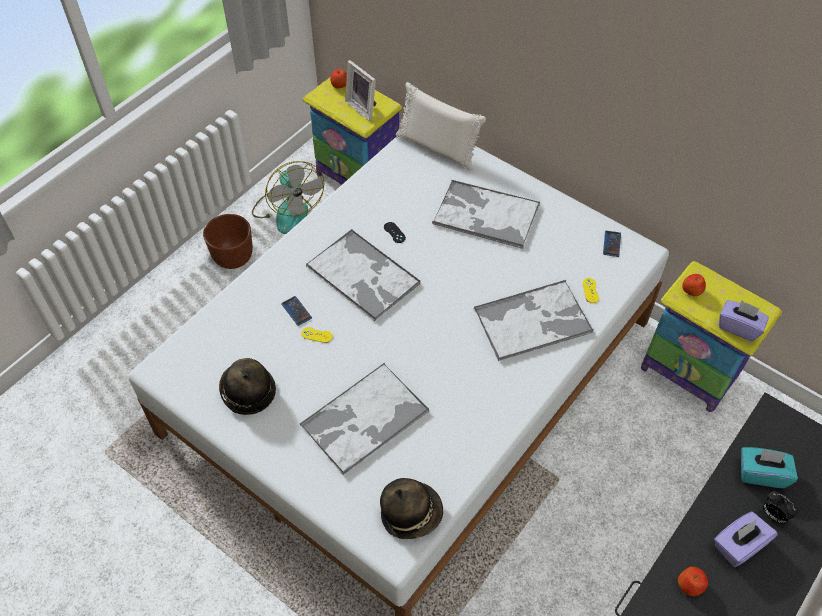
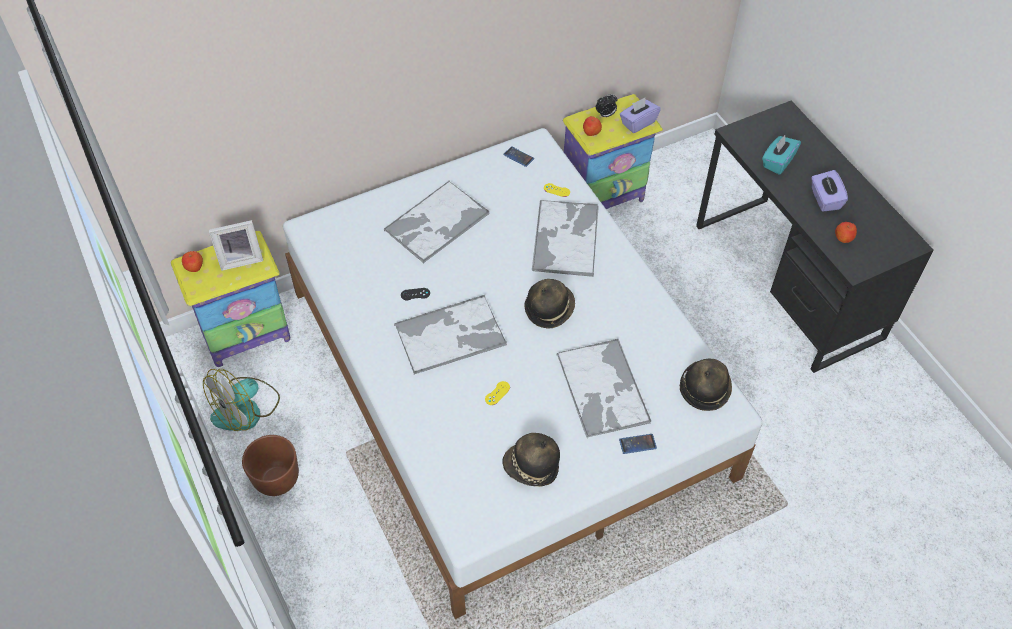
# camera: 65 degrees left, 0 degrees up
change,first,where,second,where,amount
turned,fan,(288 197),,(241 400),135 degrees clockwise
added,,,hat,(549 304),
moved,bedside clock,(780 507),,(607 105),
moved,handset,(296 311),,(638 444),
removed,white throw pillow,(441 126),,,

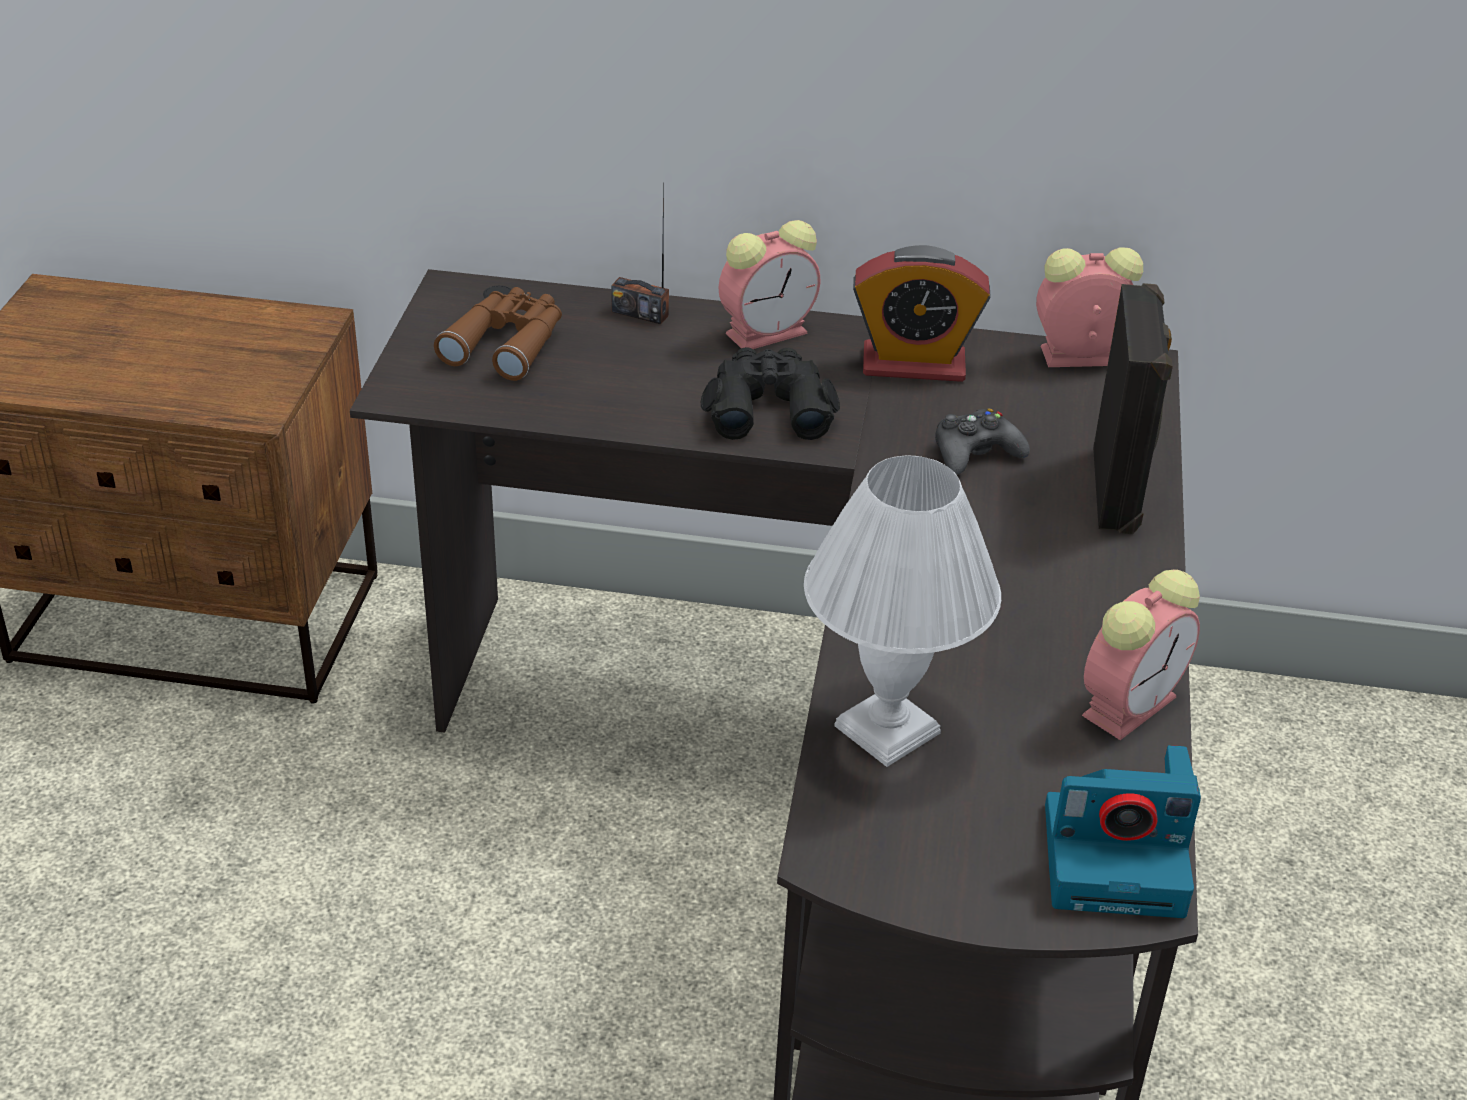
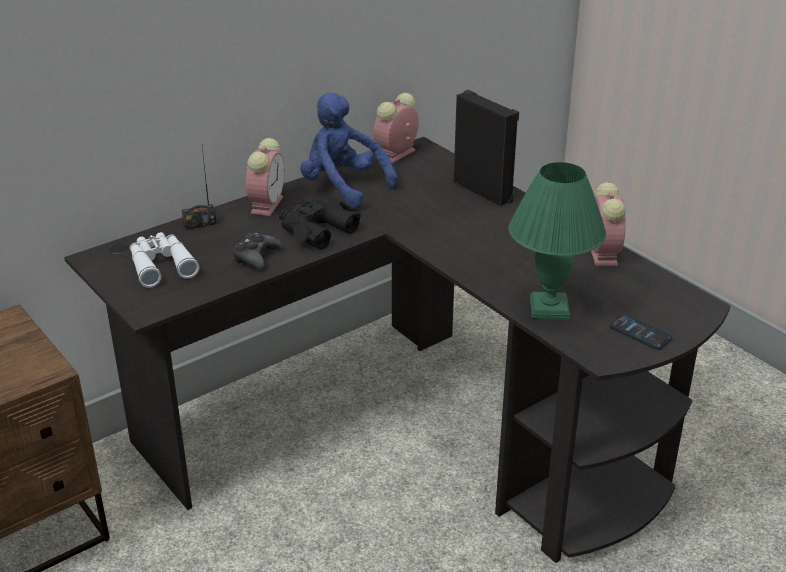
# camera: 45 degrees left, 5 degrees down
change,first,where,second,where,amount
recoloured,brownish pair of binoculars,(498 334),white pair of binoculars,(164 260),
moved,black joypad,(982 441),,(257 251),
replaced,bedside clock,(922 313),bluish cuddly toy,(349 150),
recoloured,white tabletop lamp,(902 611),greenish tabletop lamp,(557 241),
added,,,handset,(640 332),
removed,still camera,(1123 831),,,

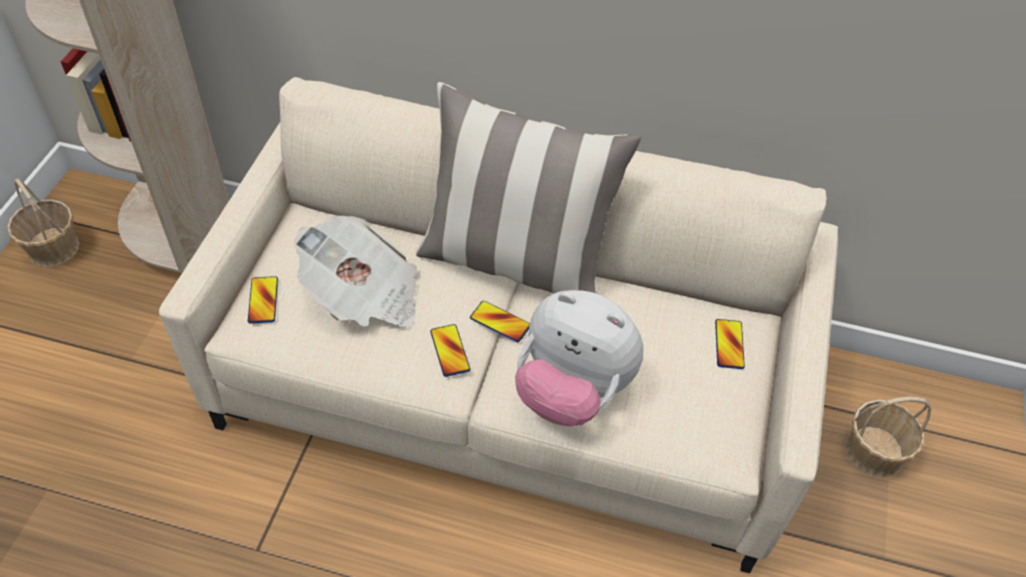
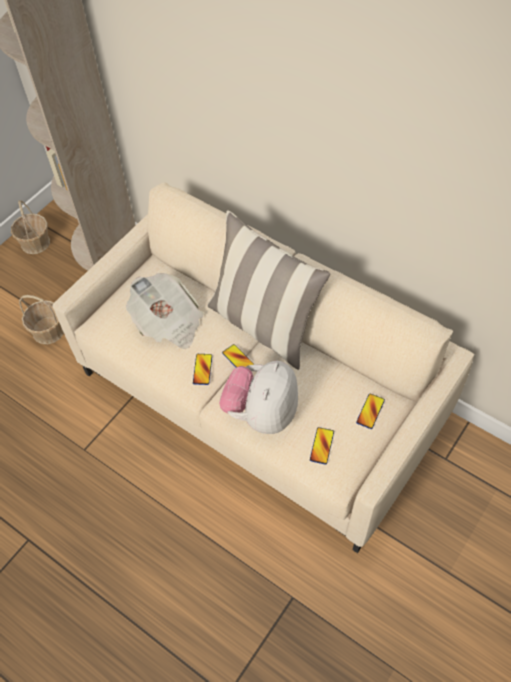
# camera: 25 degrees right, 5 degrees up
change,first,where,second,where,amount
moved,household basket,(889 436),,(41 319),
turned,cuddly toy,(579 358),,(258 397),60 degrees clockwise
moved,handset,(263 300),,(322 446),

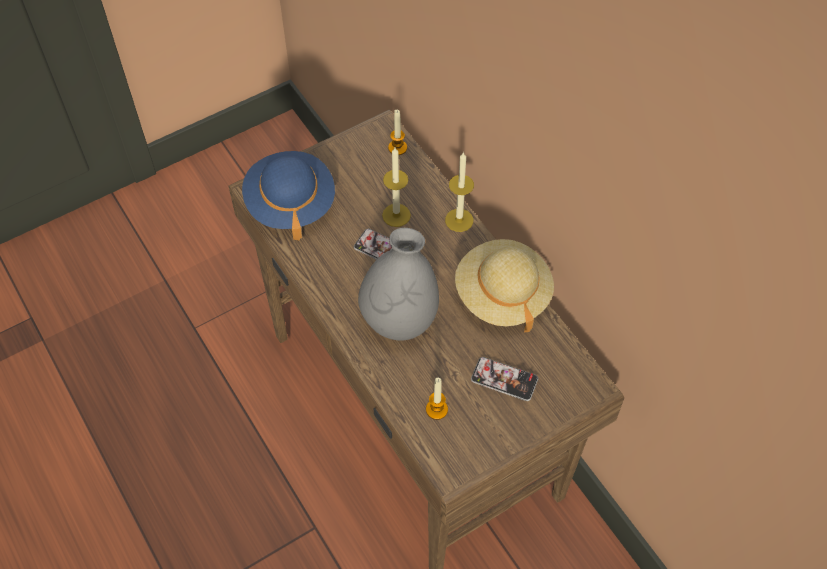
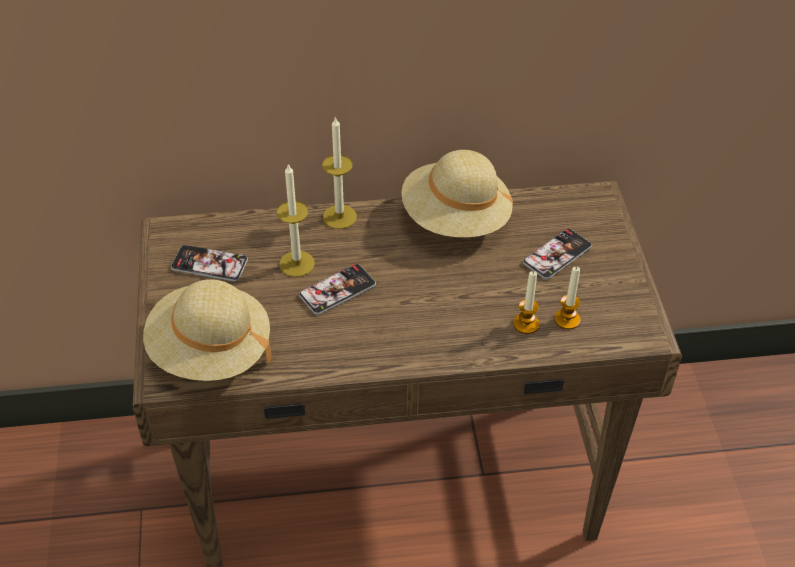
# camera: 65 degrees left, 10 degrees down
change,first,where,second,where,amount
recoloured,bluish hat,(288 195),beige hat,(207 330),
added,,,handset,(209 263),
moved,wax light,(397 132),,(526 302),
removed,gray vase,(398 284),,,

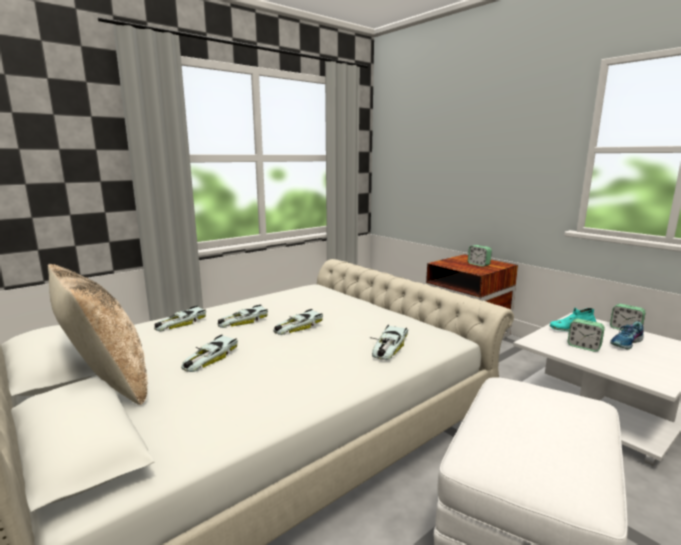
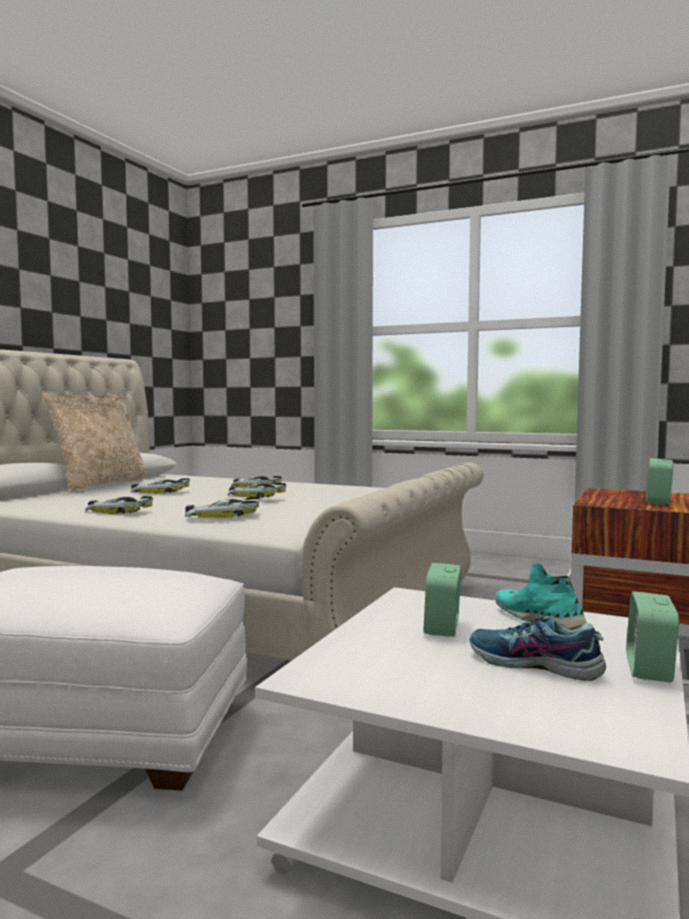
# camera: 65 degrees right, 10 degrees down
change,first,where,second,where,amount
moved,miniature car,(180 318),,(119 505),

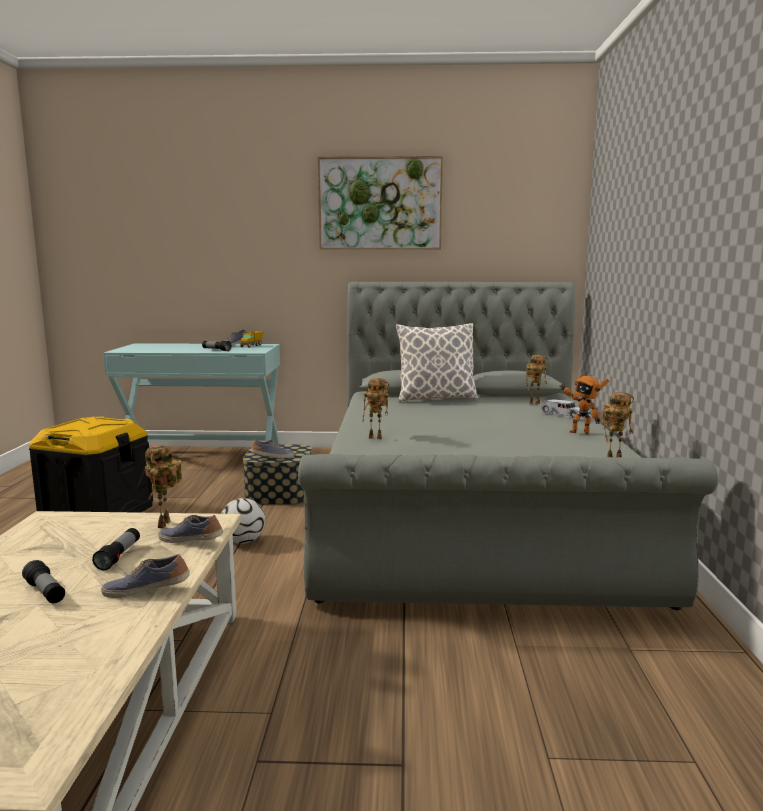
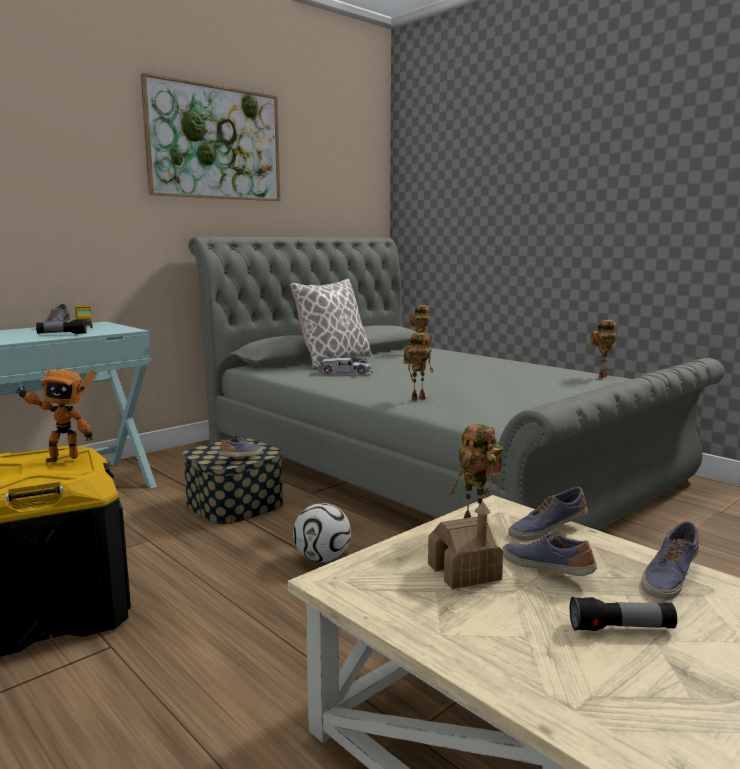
# camera: 45 degrees left, 0 degrees up
change,first,where,second,where,amount
moved,toy robot,(584 403),,(56 414),
moved,white miniature car,(566 409),,(346 367),
added,,,toy house,(465 545),
replaced,torch,(116 549),low shoe,(549 554),

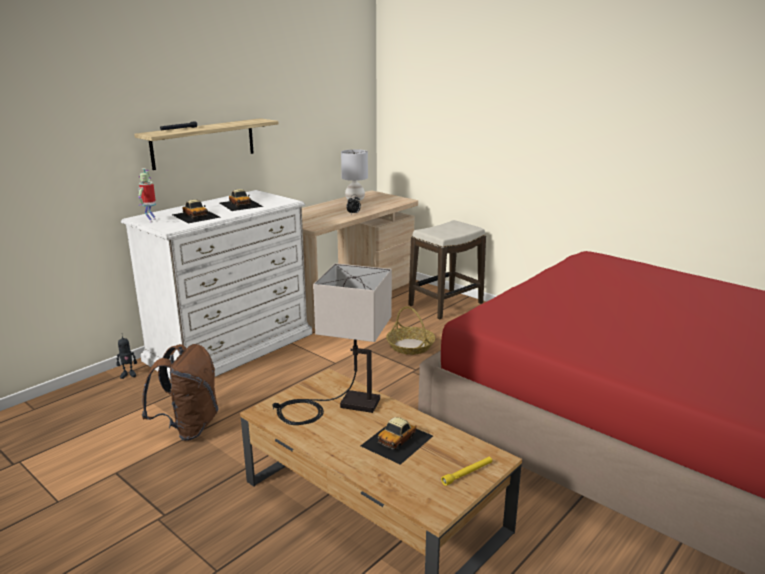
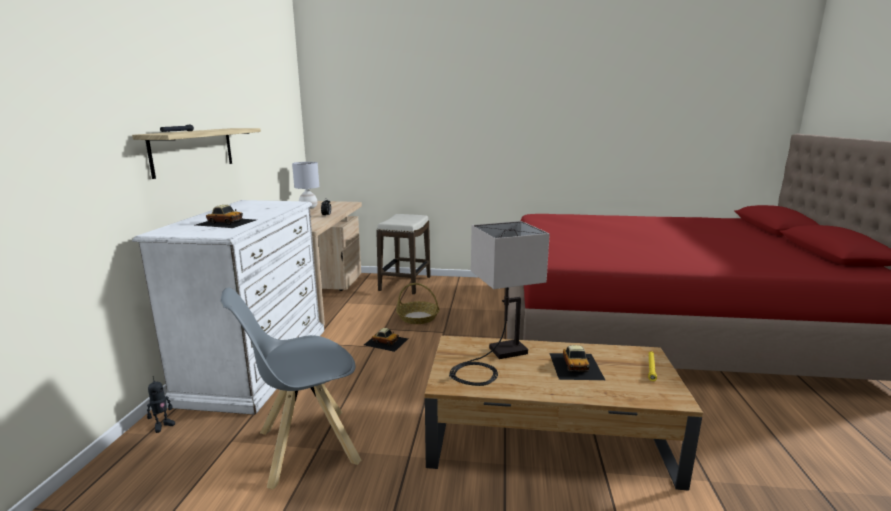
# camera: 35 degrees left, 5 degrees down
change,first,where,second,where,amount
replaced,brownish knapsack,(180 392),gray plain chair,(291 389),
moved,miniature car,(241 200),,(386 340),
removed,toy robot,(147 195),,,

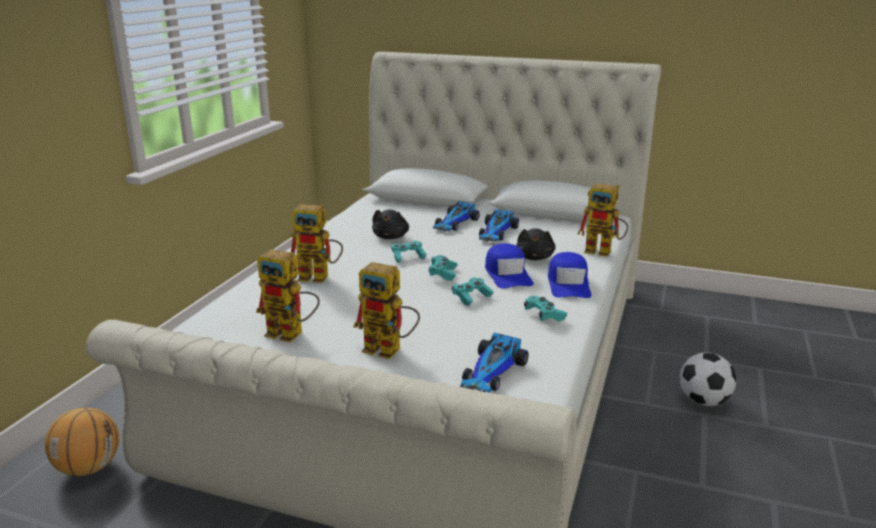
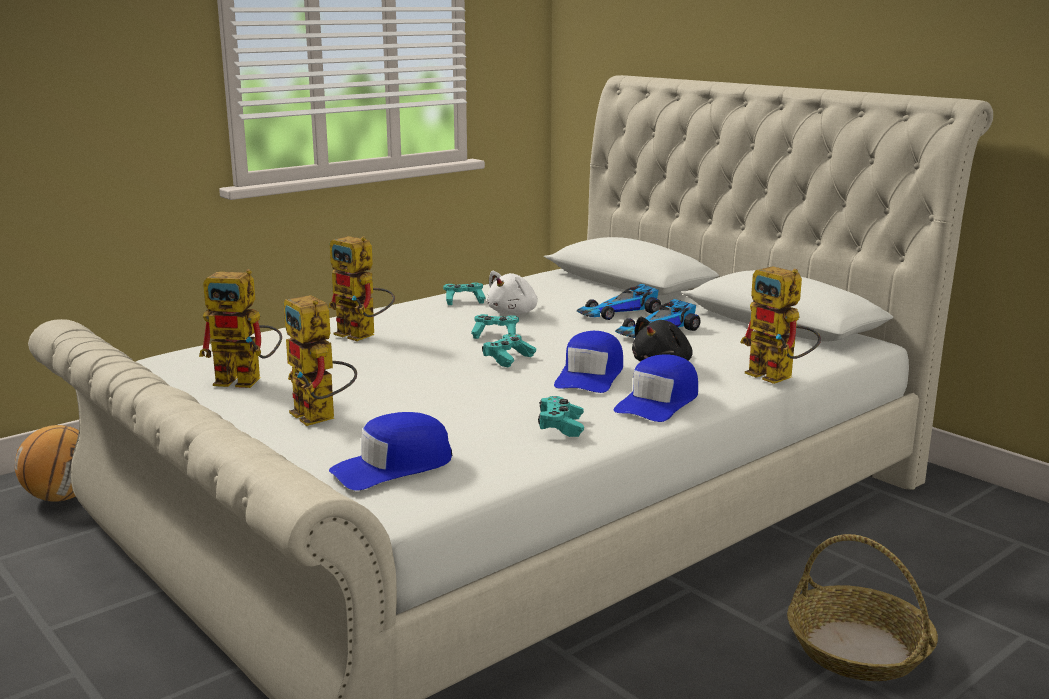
# camera: 30 degrees right, 5 degrees down
change,first,where,second,where,amount
turned,toy robot,(288 295),,(240 328),45 degrees counterclockwise
replaced,miniature car,(494 362),bluish peaked cap,(390 451),
moved,turquoise joypad,(473 291),,(464 293),
recoloured,black cuddly toy,(390 224),white cuddly toy,(512 293),
replaced,football,(708 379),household basket,(862 607),

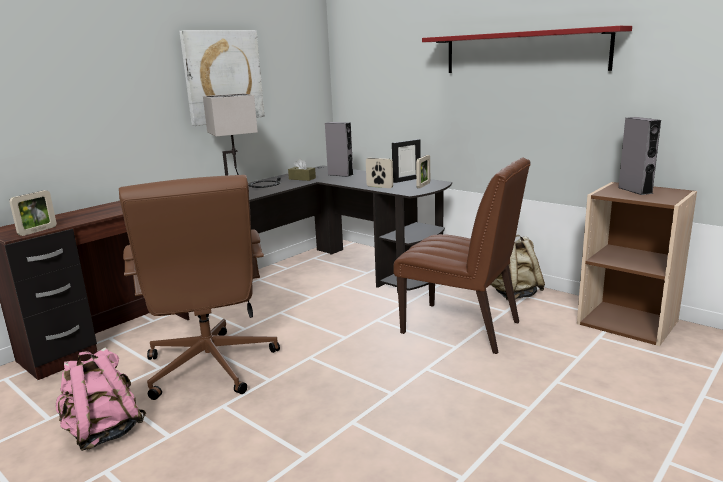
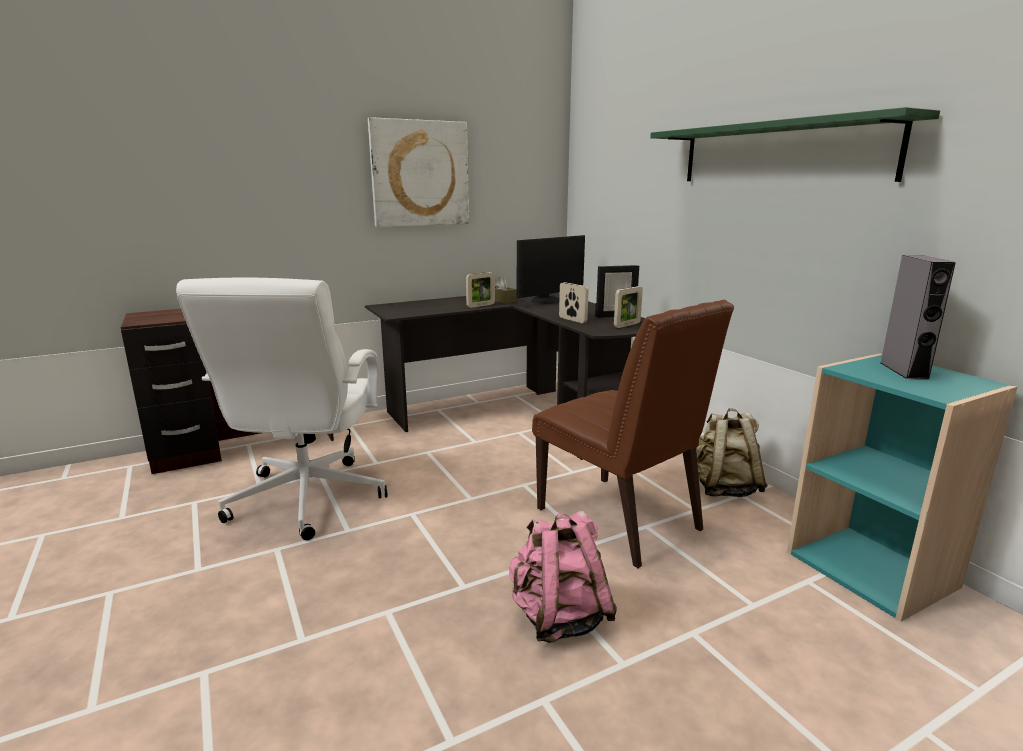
# camera: 20 degrees right, 0 degrees up
change,first,where,second,where,amount
recoloured,brownish office chair,(199 287),white office chair,(282 409),
moved,photo frame,(33 213),,(480 290),
moved,pink knapsack,(101 399),,(563 577),
replaced,gray audio speaker,(339 149),computer display,(551 269),
recoloured,red bracket shelf,(527 49),greenish bracket shelf,(795 144),
recoloured,brownish bookshelf,(637 264),turquoise bookshelf,(902 487),
removed,tabletop lamp,(242 140),,,

